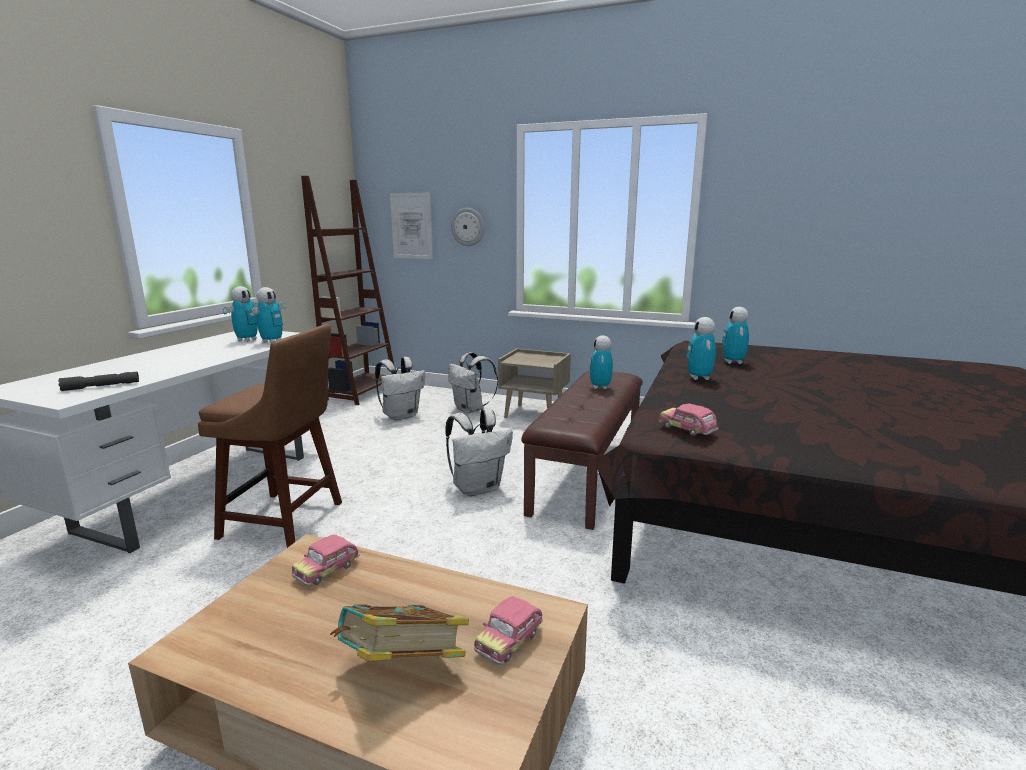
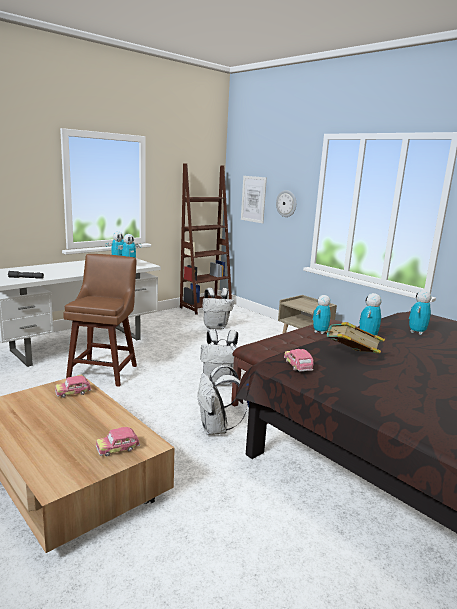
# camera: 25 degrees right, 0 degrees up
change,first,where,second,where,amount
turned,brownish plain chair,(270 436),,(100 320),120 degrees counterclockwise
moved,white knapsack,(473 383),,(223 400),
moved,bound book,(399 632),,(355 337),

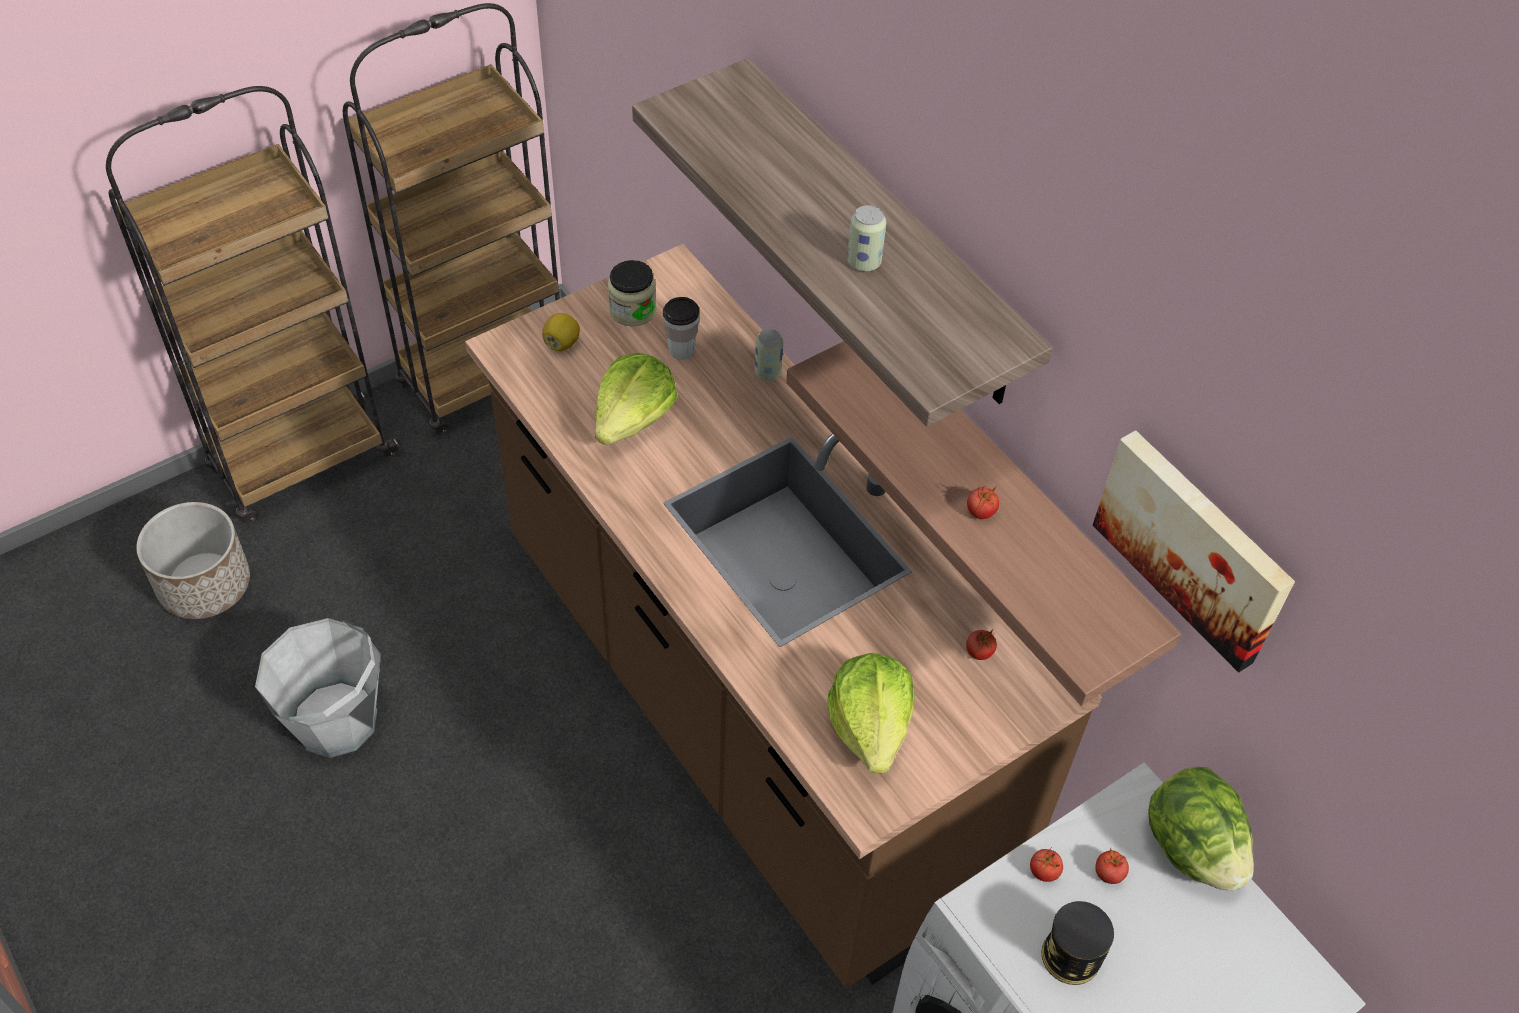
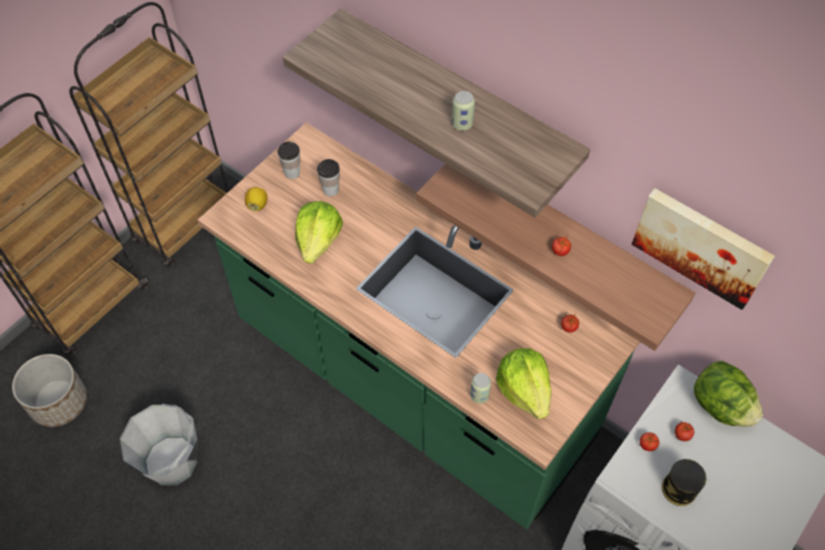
# camera: 15 degrees left, 5 degrees up
change,first,where,second,where,amount
recoloured,brownish kitchen counter,(783 616),greenish kitchen counter,(419 326),
replaced,preserve jar,(632 293),small cup,(289 160),
moved,can,(769 355),,(480 388),

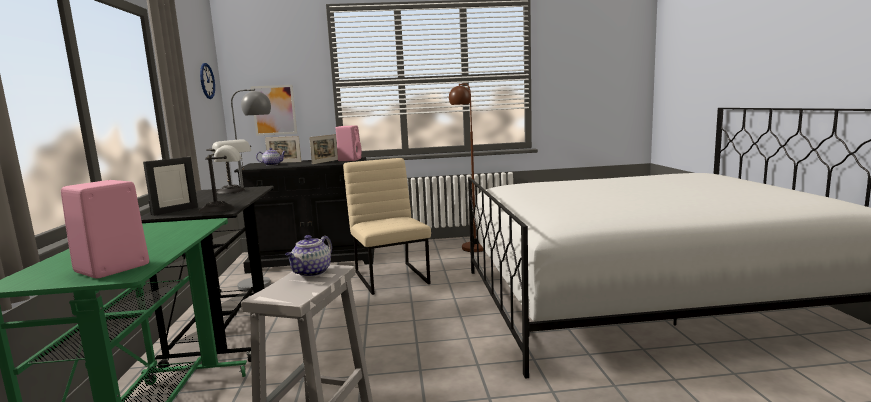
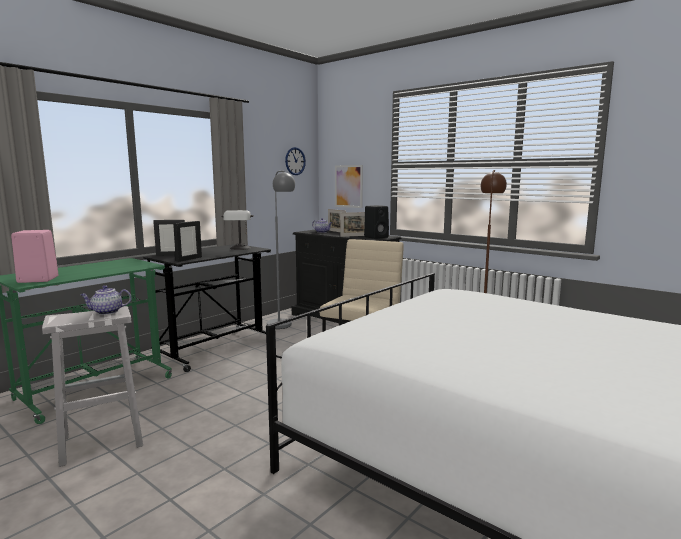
# camera: 45 degrees right, 0 degrees up
change,first,where,second,where,amount
replaced,tabletop lamp,(220 179),photo frame,(187 241),
recoloured,pink audio speaker,(349 143),black audio speaker,(376 222),

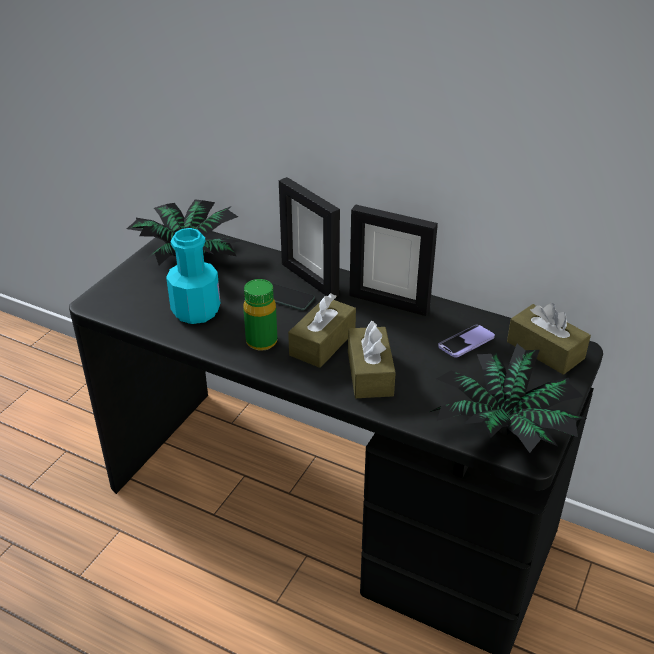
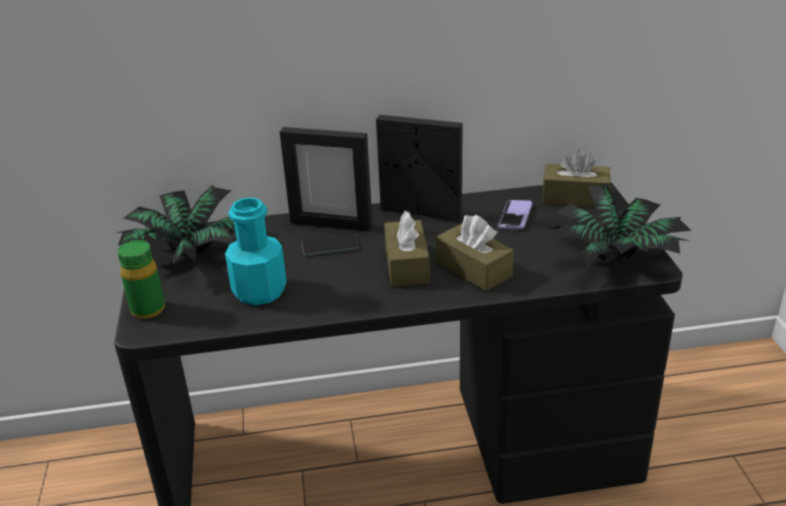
# camera: 35 degrees left, 5 degrees down
change,first,where,second,where,amount
moved,greenish drink bottle,(260 315),,(141 279),
turned,photo frame,(393 260),,(419 168),150 degrees counterclockwise

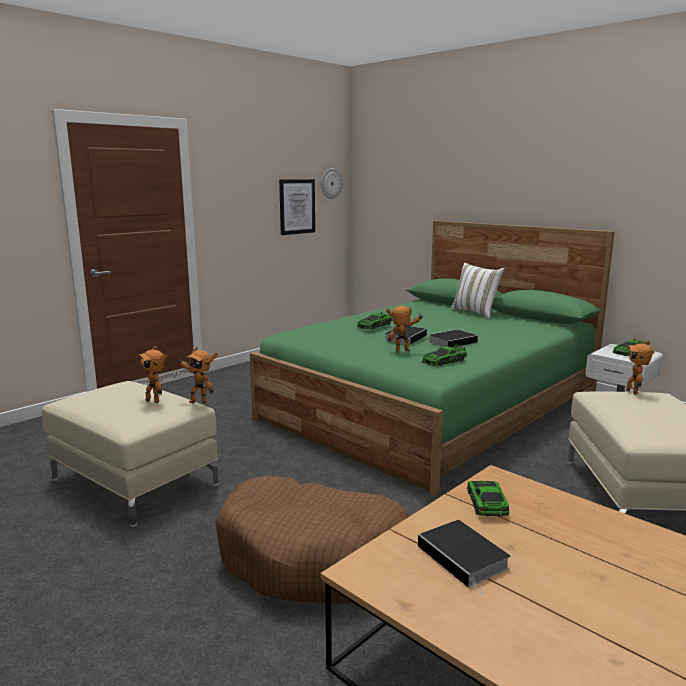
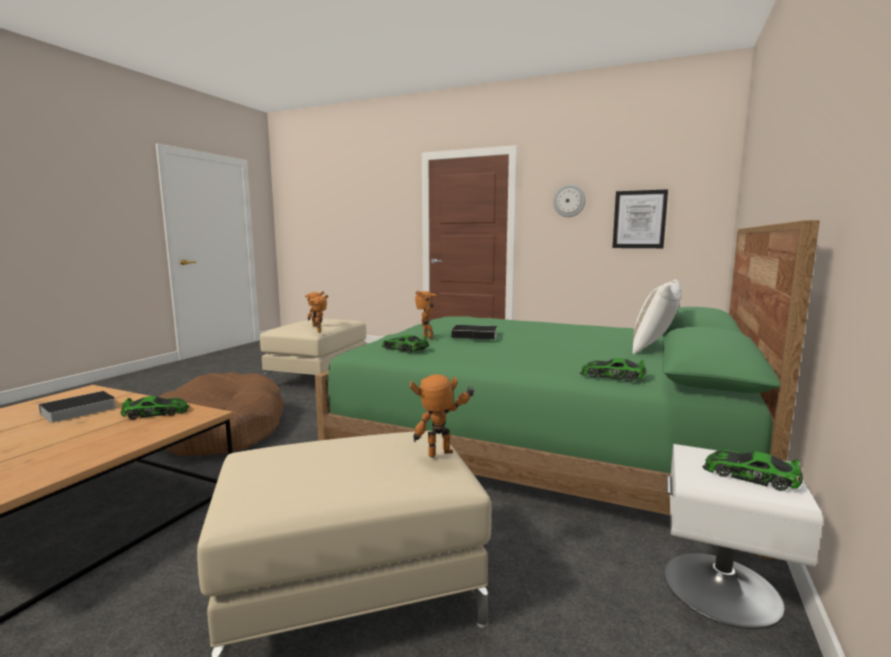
# camera: 70 degrees right, 5 degrees down
change,first,where,second,where,amount
moved,clock on the wall,(331 183),,(569 200),
moved,miniature car,(374 320),,(613 370),
removed,bound book,(455 338),,,

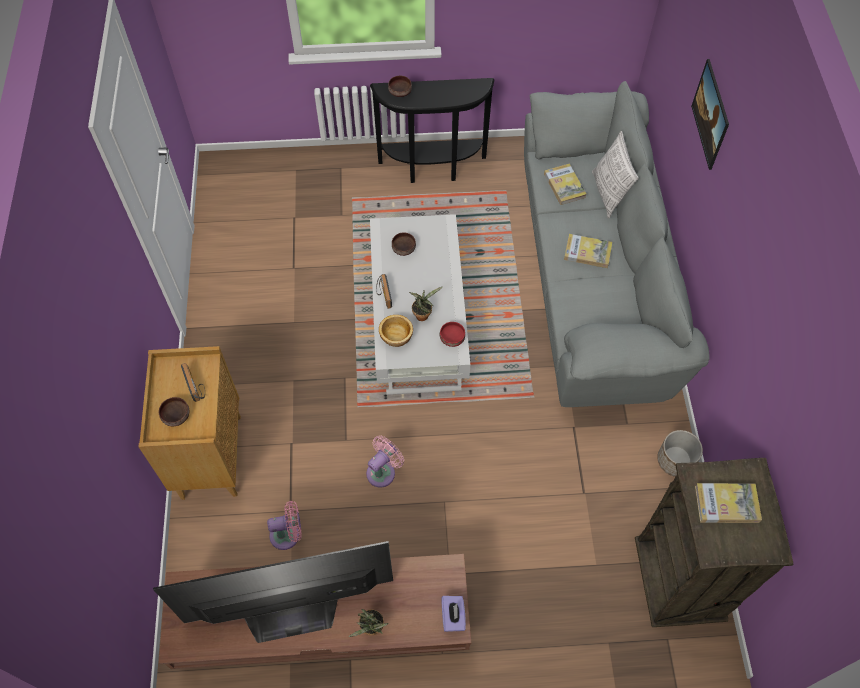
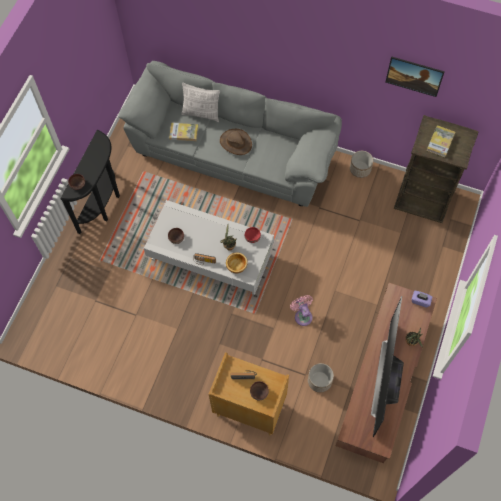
# camera: 65 degrees left, 5 degrees up
change,first,where,second,where,amount
replaced,bound book,(588 251),brownish hat,(236 142),
replaced,pink fan,(284 525),flower pot,(321 378),
moved,picture,(710 114),,(415 76),

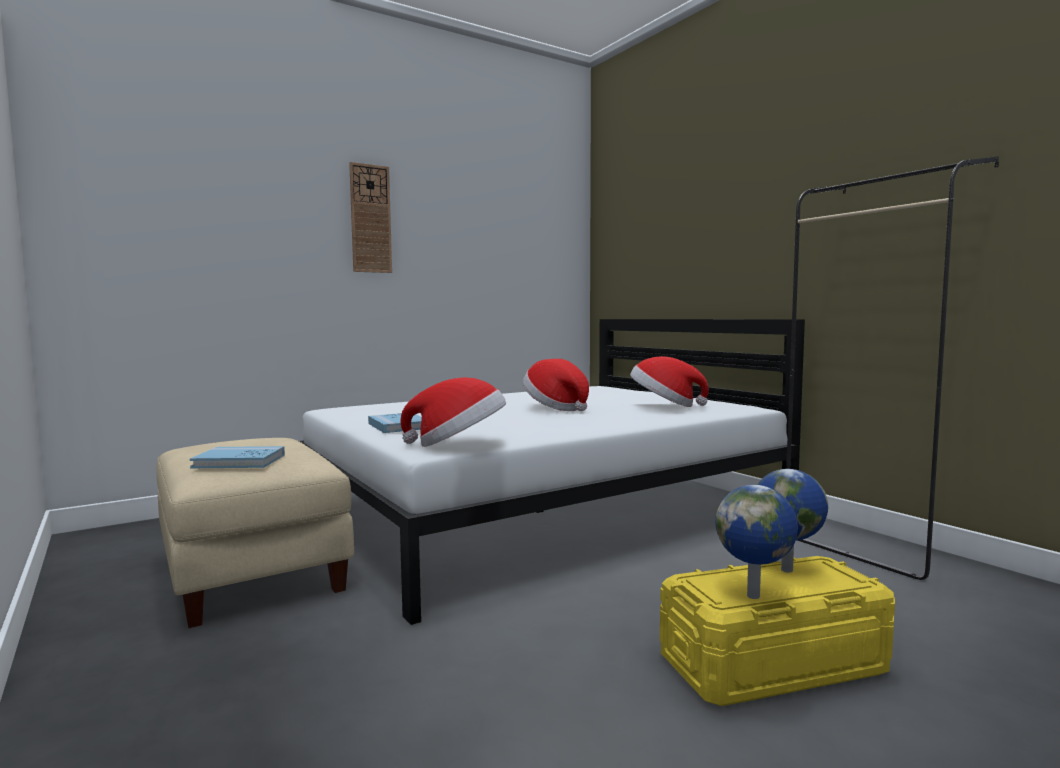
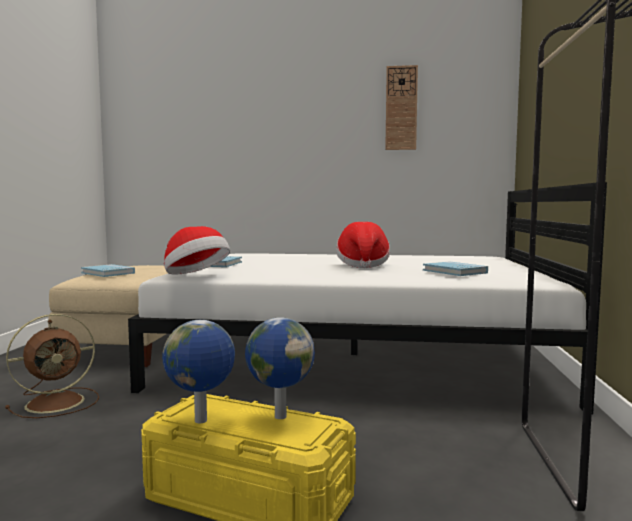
# camera: 40 degrees right, 0 degrees up
change,first,where,second,where,amount
added,,,brownish fan,(52 366),
moved,clock on the wall,(370 217),,(401 107),
replaced,hat,(669 381),bluish bound book,(455 268),

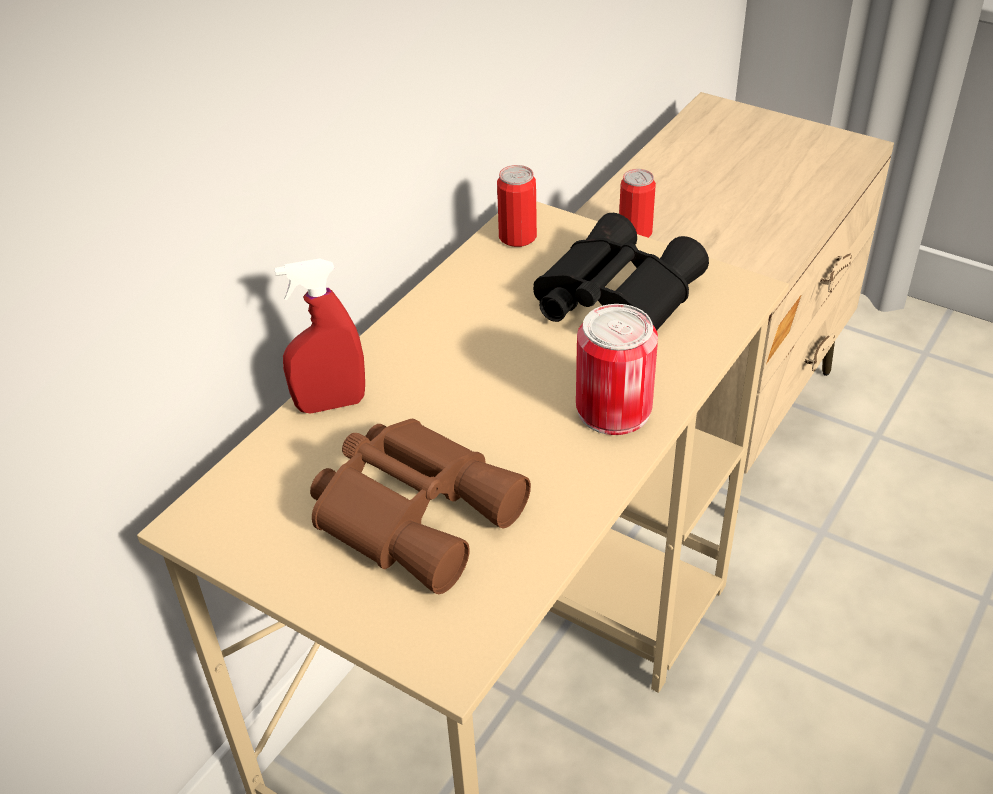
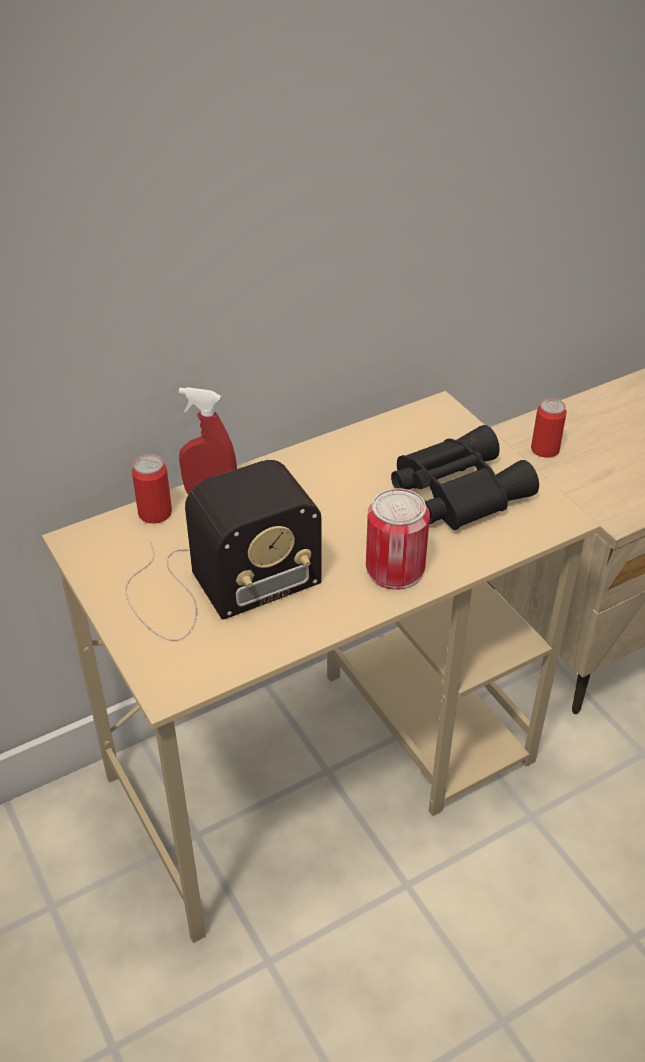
# camera: 25 degrees right, 0 degrees up
change,first,where,second,where,amount
replaced,brownish pair of binoculars,(420 506),radio receiver,(223 550),
moved,can,(517 206),,(152 489),

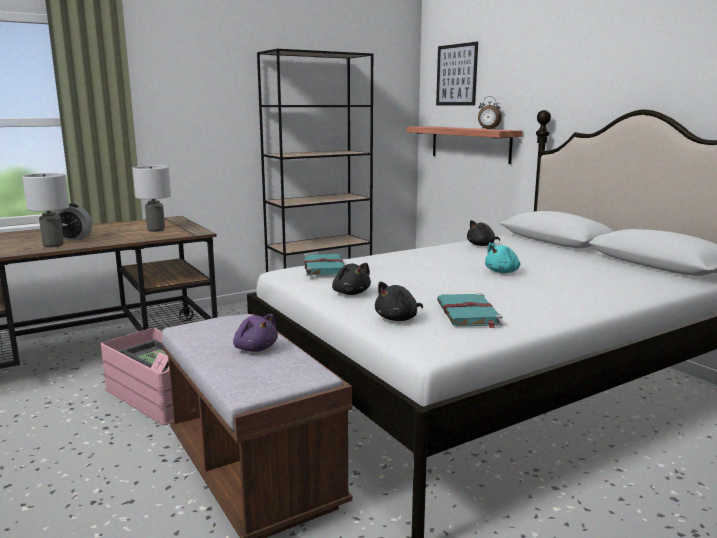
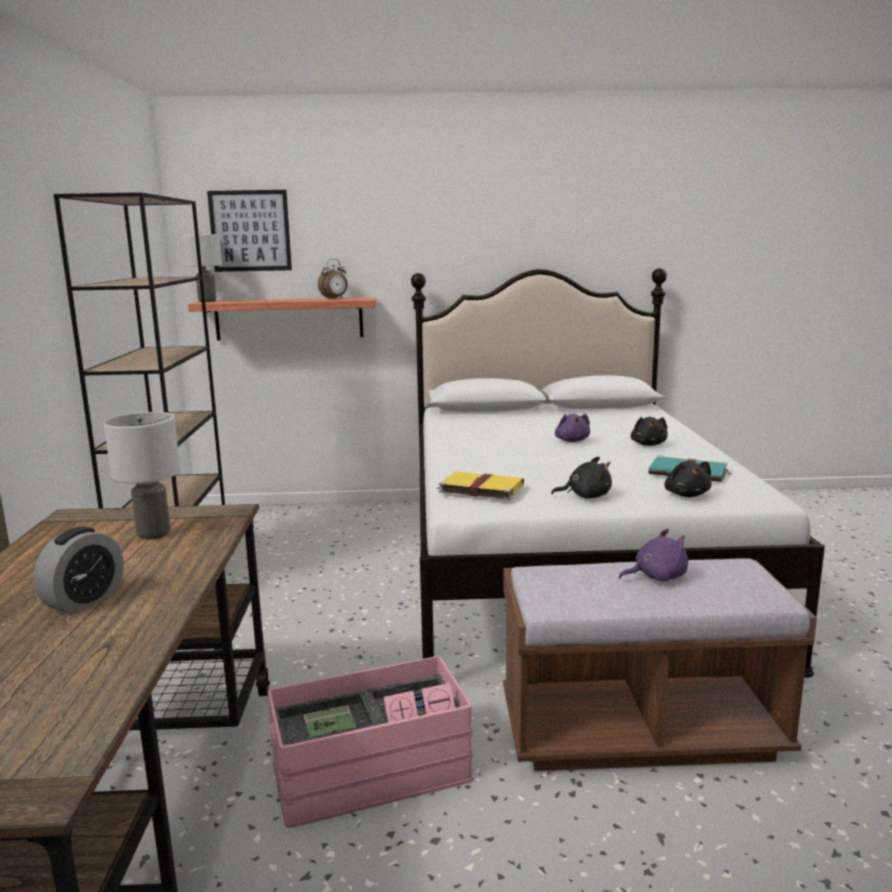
# camera: 60 degrees left, 0 degrees up
change,first,where,second,where,amount
moved,white tabletop lamp,(46 210),,(202 267),
recoloured,turquoise bound book,(324 265),yellow-coloured bound book,(480 486),
recoloured,turquoise cuddly toy,(503 258),purplish cuddly toy,(572 428),
moved,black cuddly toy,(483 233),,(649 431),

